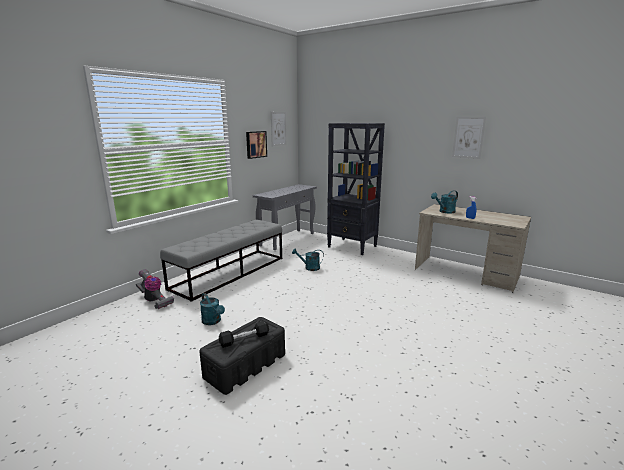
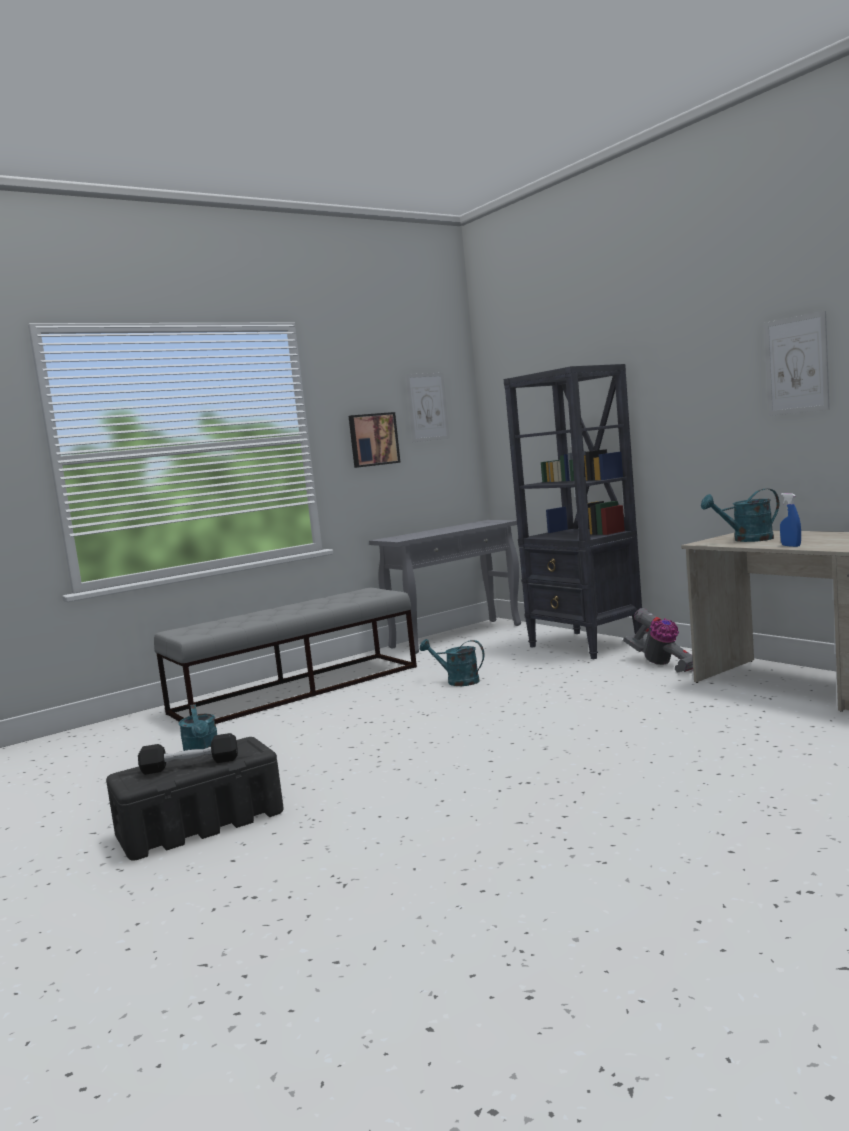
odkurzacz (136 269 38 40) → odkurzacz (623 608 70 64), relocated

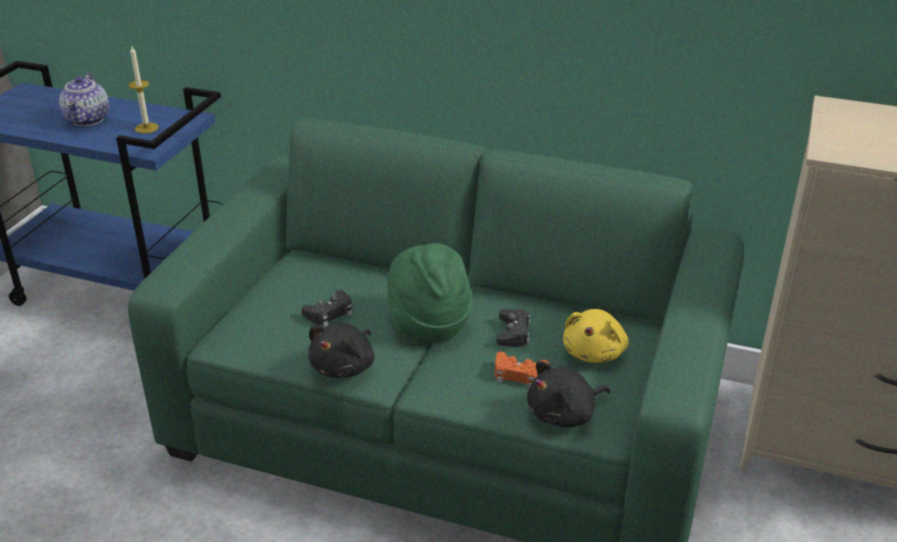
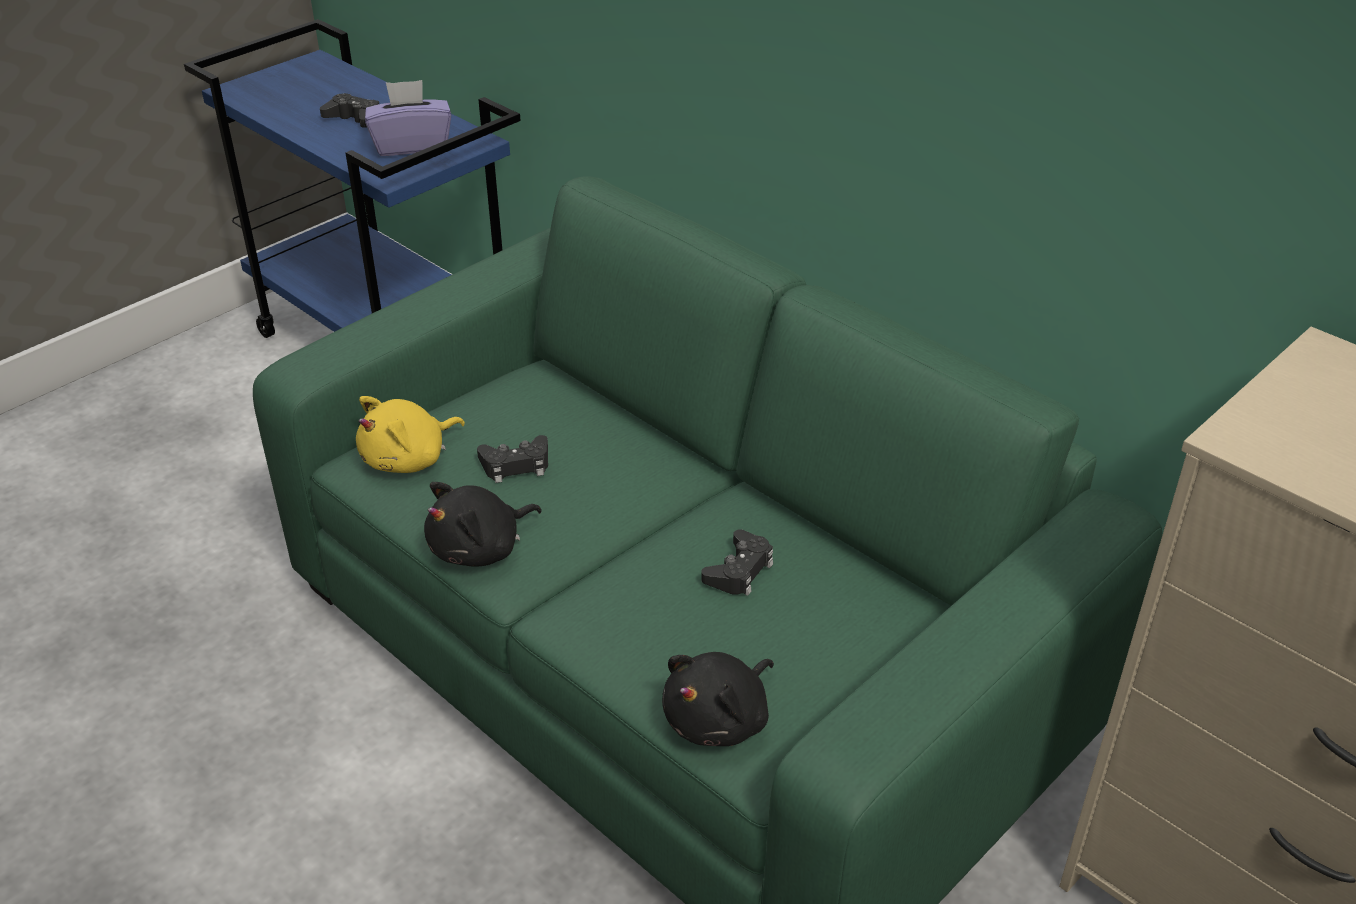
imbryk (59 73 50 53) → pad do gier (czarny) (320 93 59 35)
pluszak (żółty) (563 309 66 54) → pluszak (żółty) (356 396 109 77), relocated
świeca (128 46 31 87) → pudełko chusteczek (fioletowy) (365 80 86 76)
pluszak (czarny) (527 361 83 66) → pluszak (czarny) (662 652 112 94), 45 degrees counterclockwise
kapelusz (zielony) (387 243 85 100) → -
pad do gier (pomarańczowy) (495 352 54 36) → -

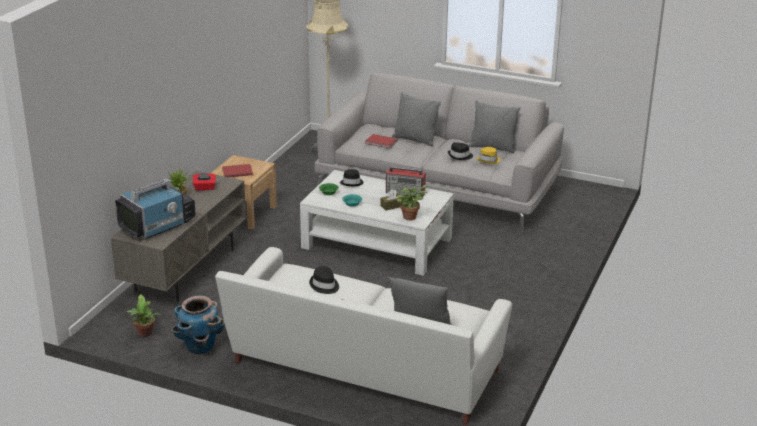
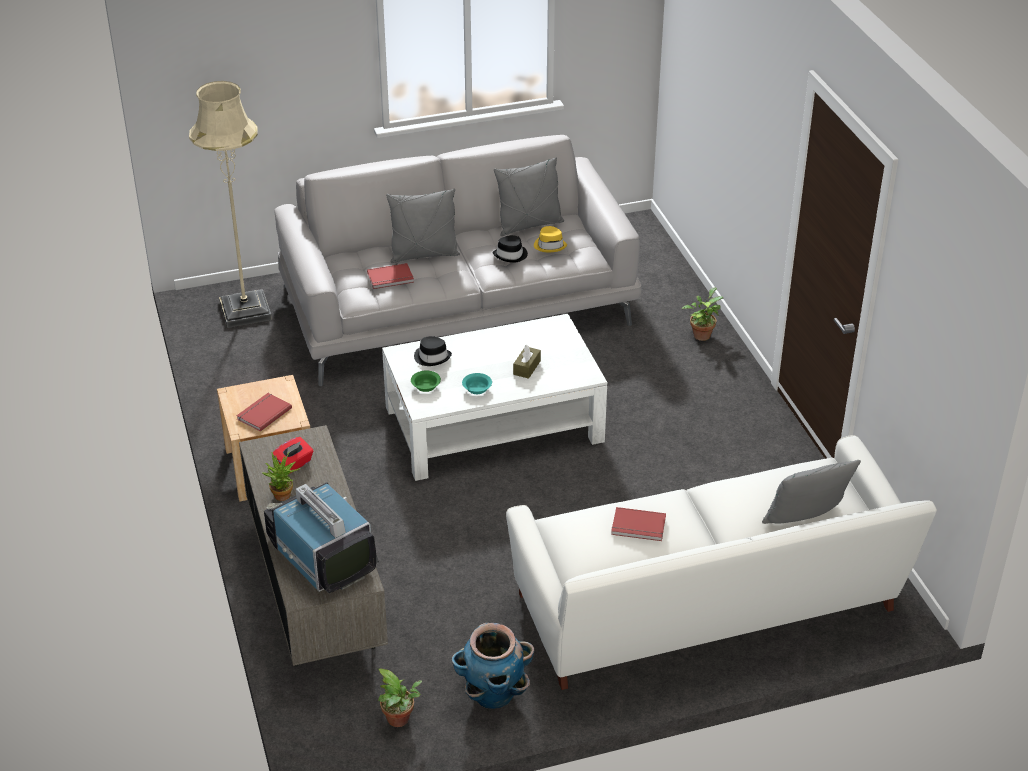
telewizor (115 178 81 61) → telewizor (264 482 112 111), 45 degrees counterclockwise
kapelusz (czarny) (309 266 30 28) → książka (czerwony) (611 507 55 34)
roślina doniczkowa (397 185 32 36) → roślina doniczkowa (682 288 41 53), relocated
radio (386 166 40 31) → -

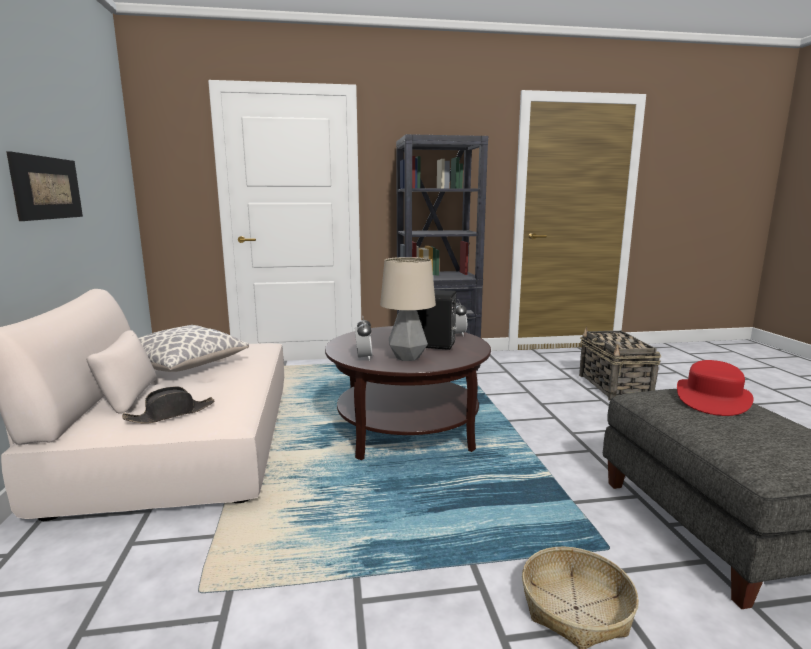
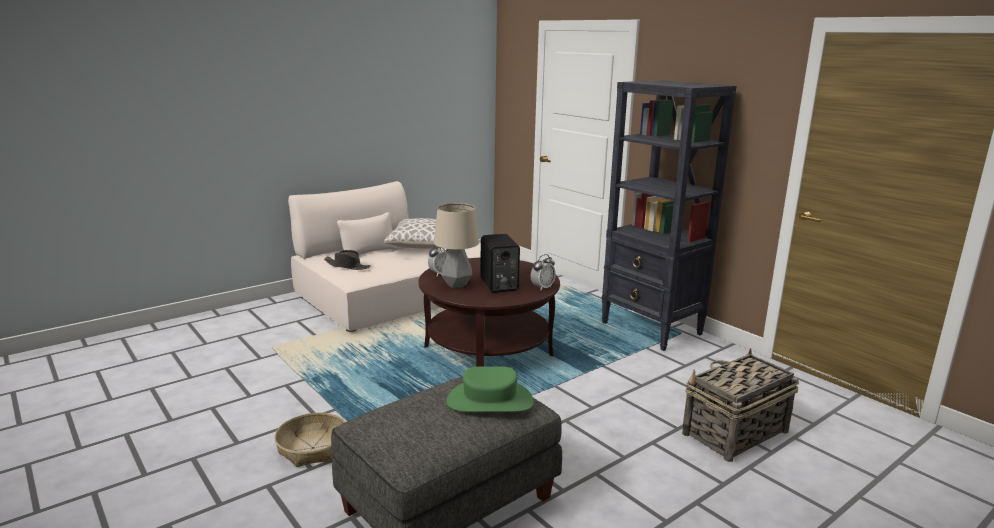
kapelusz (czerwony) (677 360 76 56) → kapelusz (zielony) (447 366 87 46)
obraz (6 151 77 70) → -

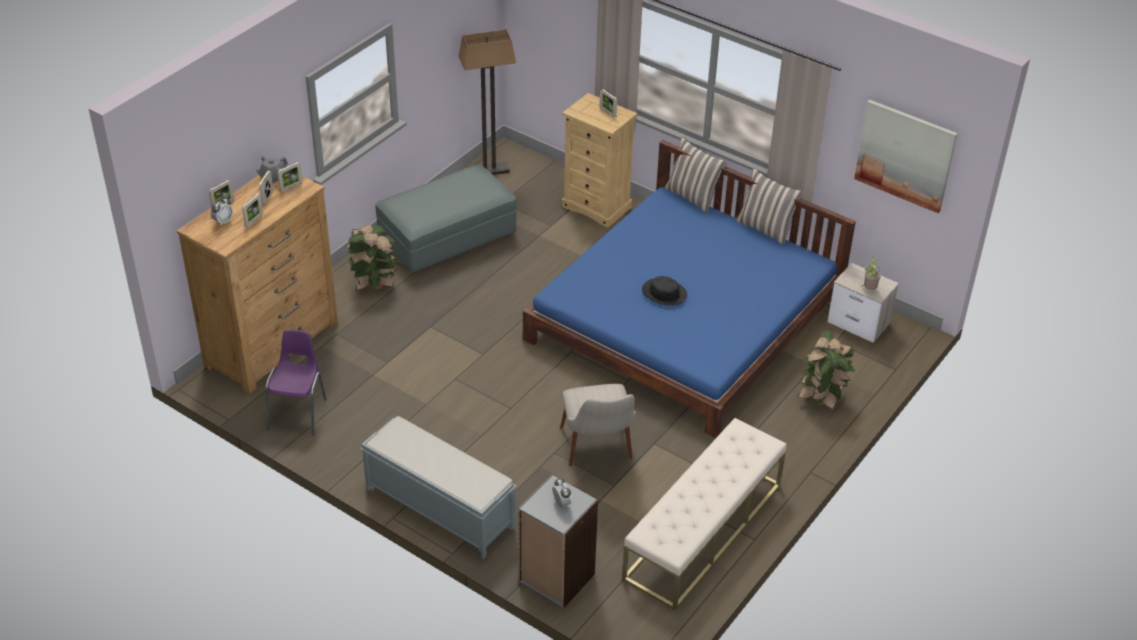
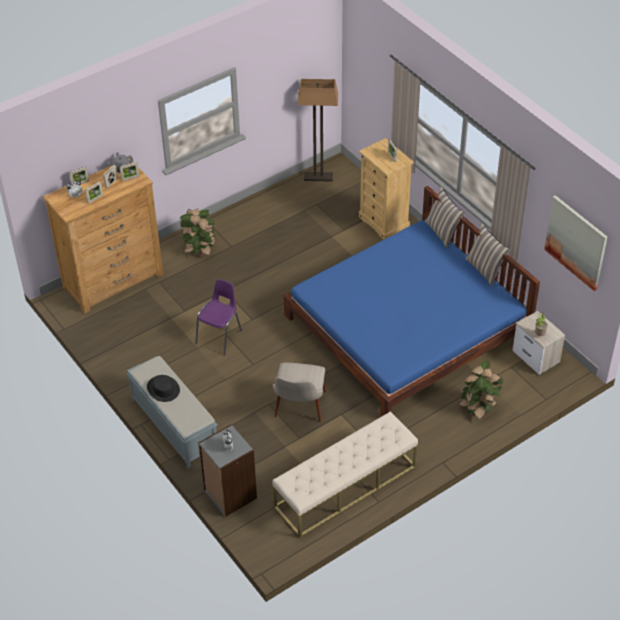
kapelusz (czarny) (642 276 45 30) → kapelusz (czarny) (147 375 33 27), relocated
krzesło (fioletowy) (265 330 62 106) → krzesło (fioletowy) (195 279 47 76), relocated
pufa (szary) (376 164 140 108) → -

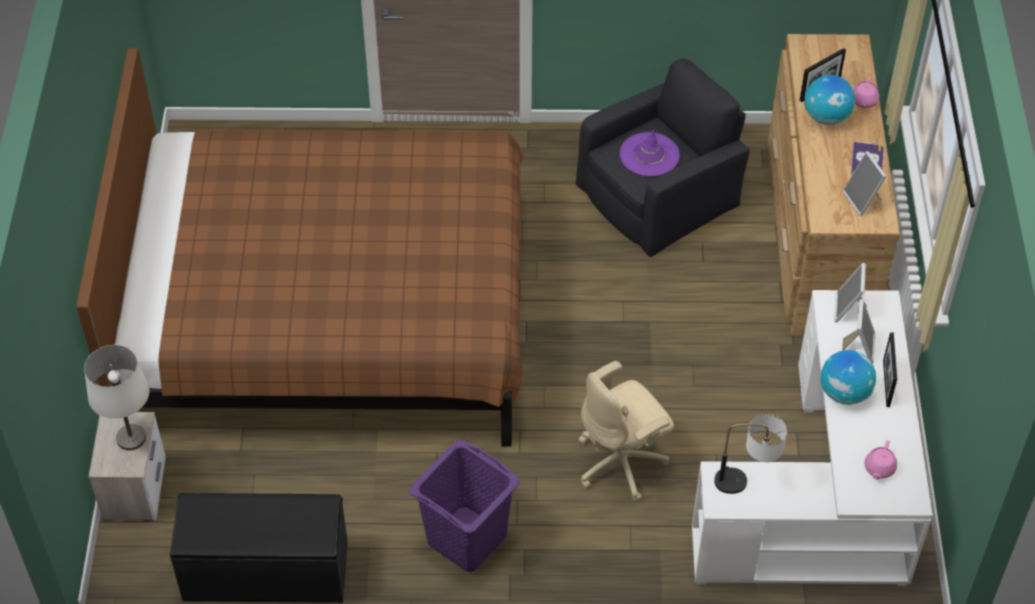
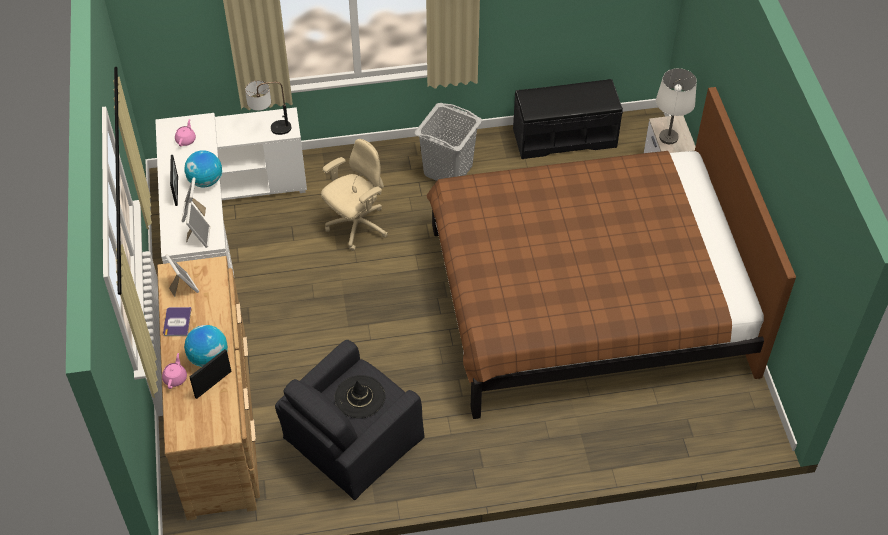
kapelusz (fioletowy) (620 129 60 48) → kapelusz (czarny) (335 375 51 43)
kosz na pranie (fioletowy) (409 440 111 132) → kosz na pranie (szary) (415 103 67 78)

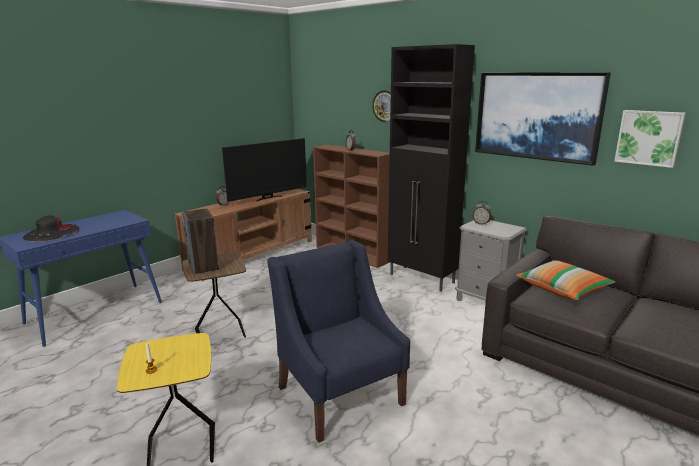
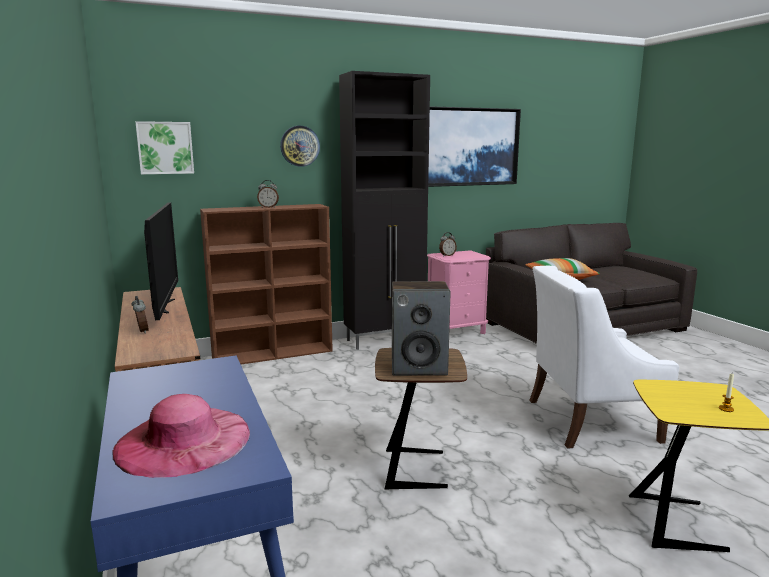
kapelusz (czarny) (23 215 56 27) → kapelusz (różowy) (112 394 138 84)
obraz (614 110 72 58) → obraz (135 121 59 53), relocated
szafka nocna (szary) (455 220 72 81) → szafka nocna (różowy) (427 250 64 84)
fotel (niebieski) (267 240 143 203) → fotel (biały) (529 266 150 183)

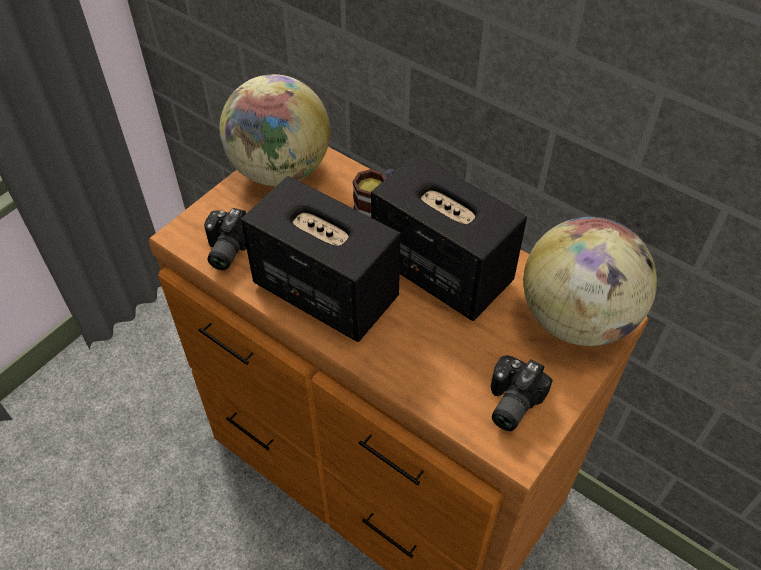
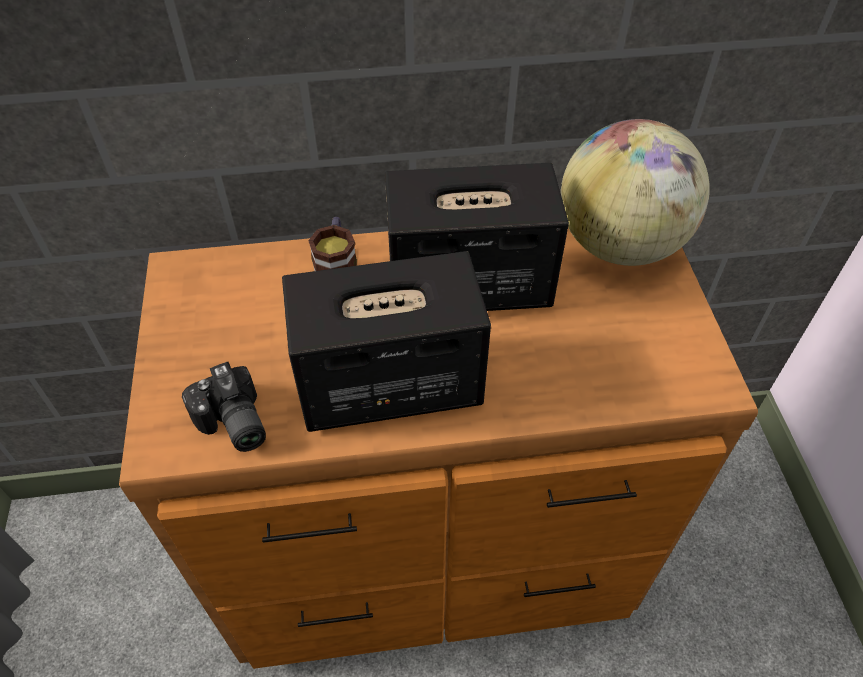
globus (219 74 111 112) → -
aparat fotograficzny (491 355 62 76) → -

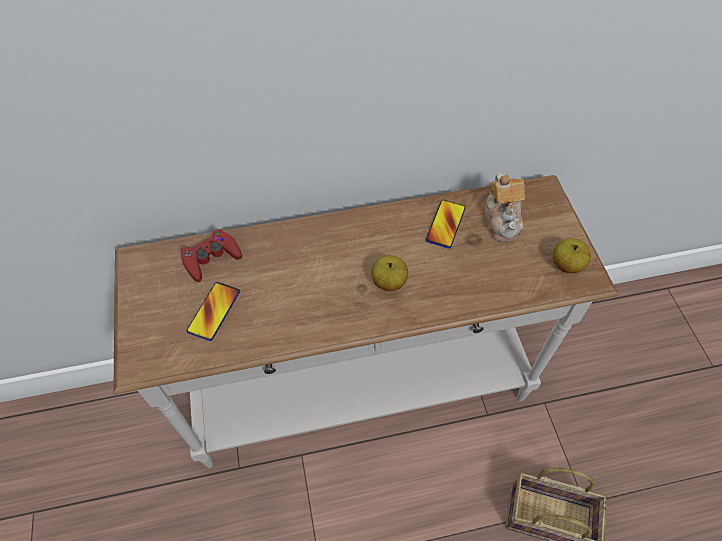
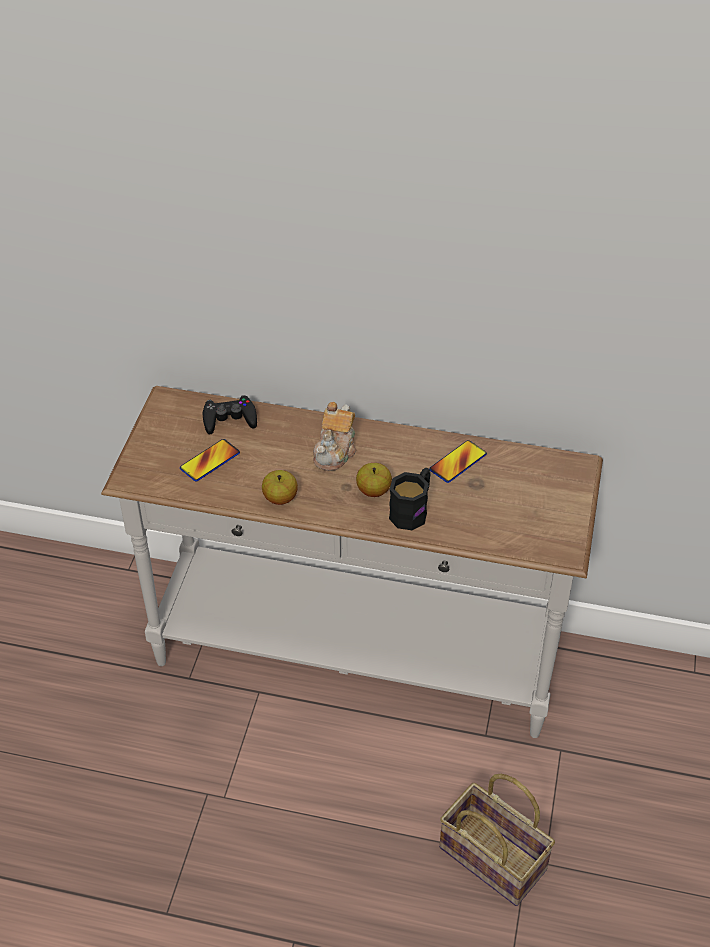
pad do gier (czerwony) (181 229 61 53) → pad do gier (czarny) (202 395 55 39)
jabłko (553 238 38 35) → jabłko (262 470 36 35), relocated
imbryk (485 173 40 69) → imbryk (313 402 44 69), relocated
- → kubek (czarny) (389 468 42 62)

